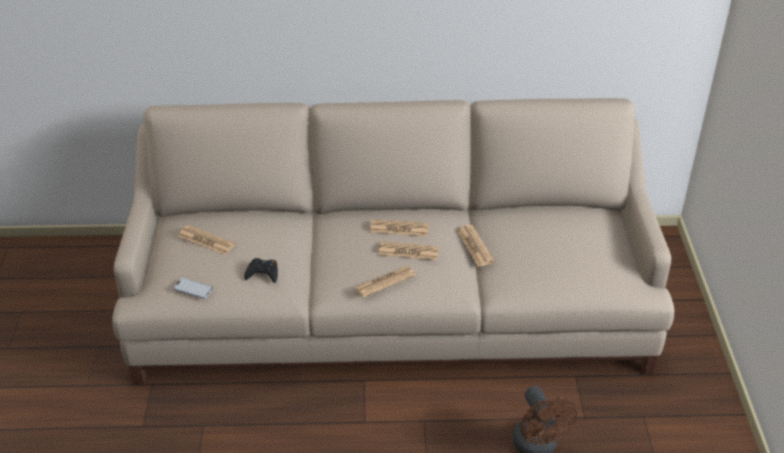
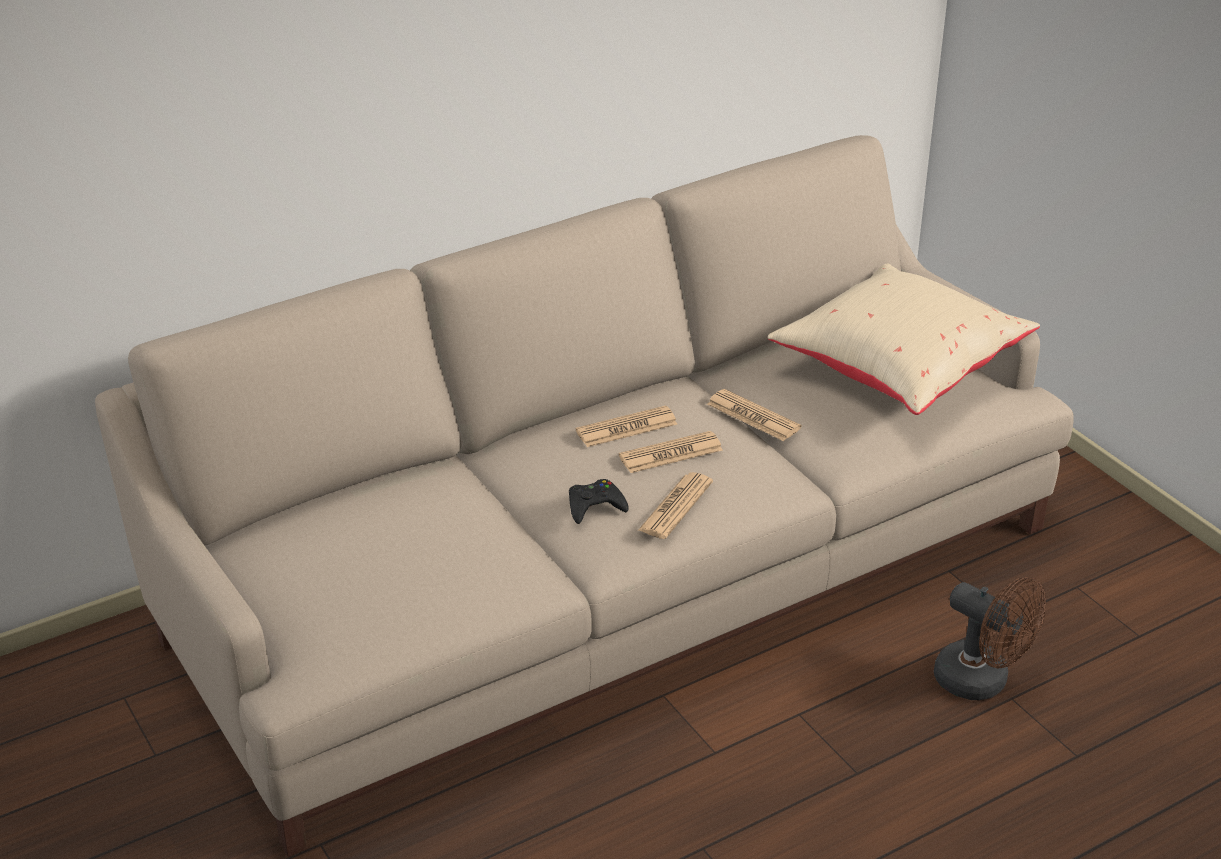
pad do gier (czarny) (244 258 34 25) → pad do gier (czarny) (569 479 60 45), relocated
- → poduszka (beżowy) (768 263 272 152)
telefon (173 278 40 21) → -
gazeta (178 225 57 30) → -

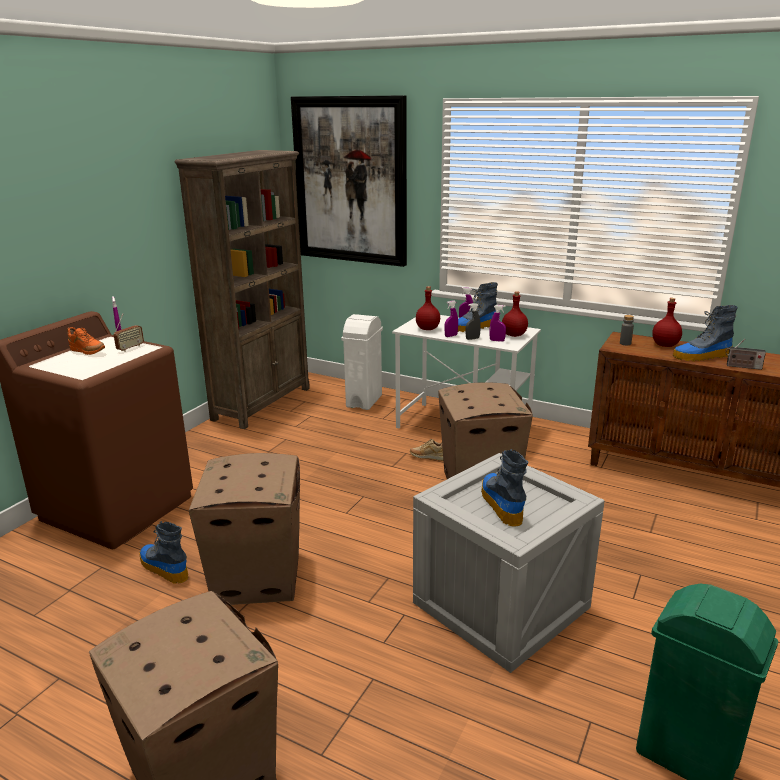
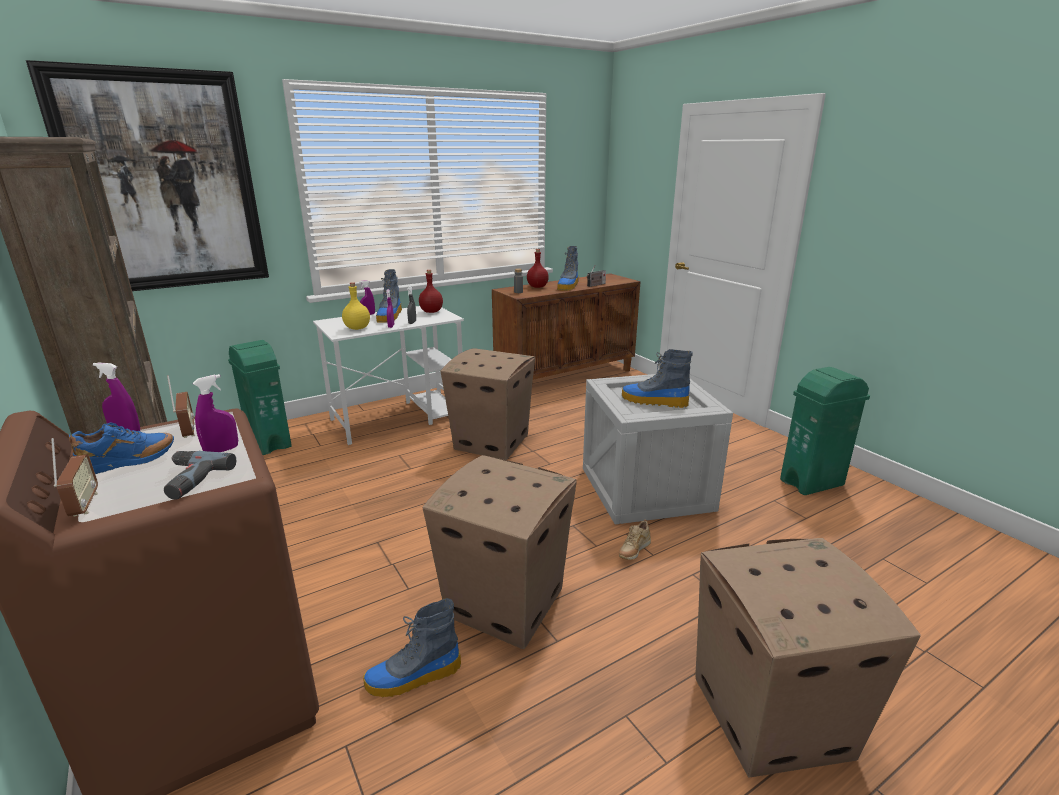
- → radio (51 438 47 78)
but (pomarańczowy) (67 327 38 28) → but (niebieski) (69 423 105 51)
- → wiertarka (164 451 72 49)
spryskiwacz (fioletowy) (489 305 17 37) → spryskiwacz (fioletowy) (193 374 45 78), relocated
kosz na śmieci (biały) (341 314 42 96) → kosz na śmieci (zielony) (228 340 64 115)
butelka (czerwony) (416 286 24 44) → butelka (żółty) (342 282 28 48)
but (beżowy) (410 439 33 22) → but (beżowy) (619 520 32 40), relocated

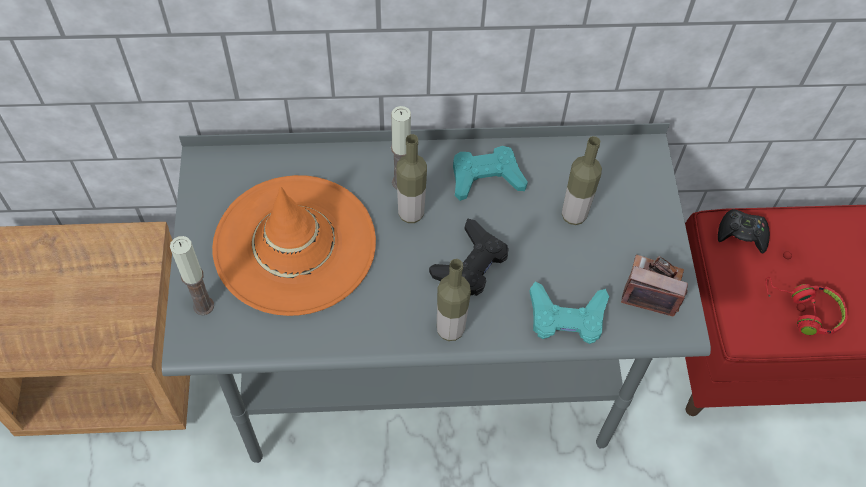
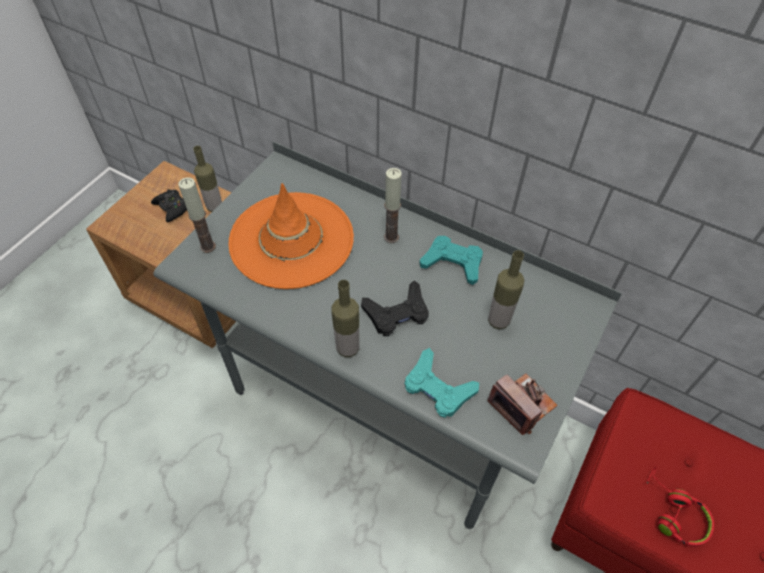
pad do gier (czarny) (718 209 52 45) → pad do gier (czarny) (151 189 36 33), relocated
butelka (396 134 31 89) → butelka (193 146 29 66), relocated

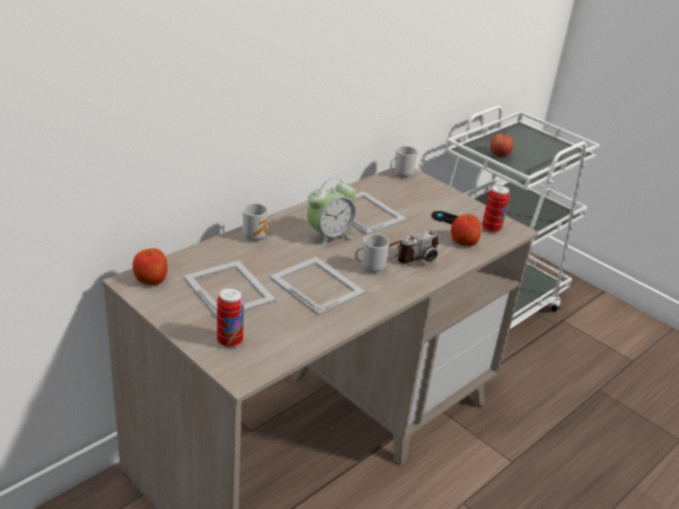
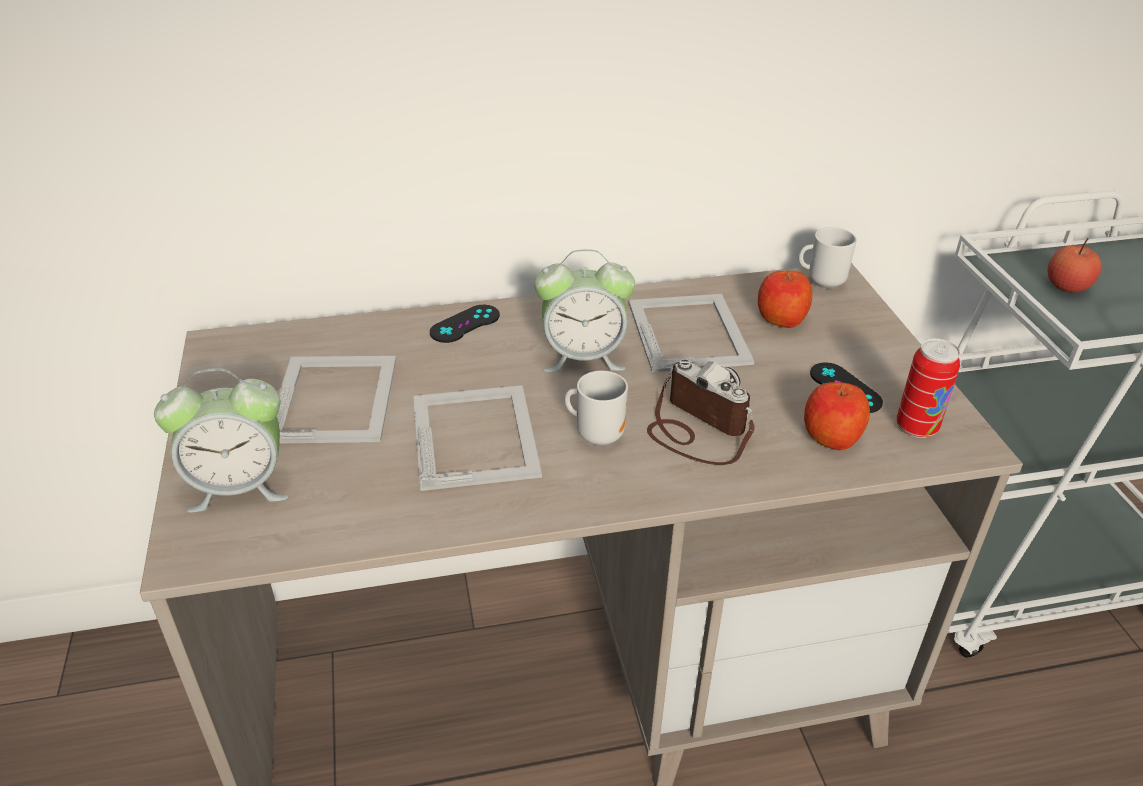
puszka (217 287 27 61) → budzik (154 368 134 144)
kubek (243 203 25 38) → pad do gier (czarny) (430 305 70 38)
aparat fotograficzny (387 230 52 34) → aparat fotograficzny (647 359 108 106), 135 degrees counterclockwise
jabłko (133 248 35 37) → jabłko (758 270 55 58), relocated

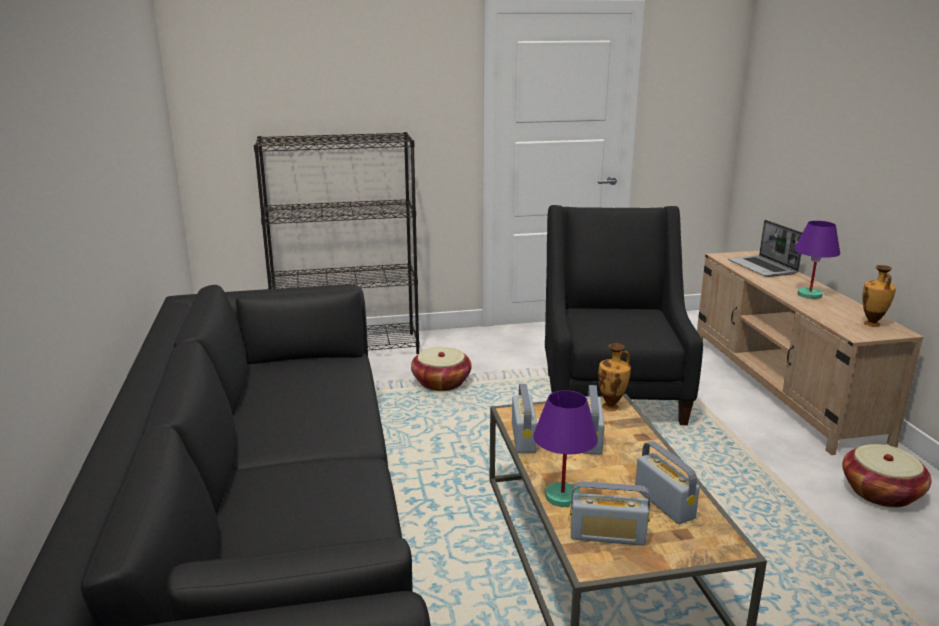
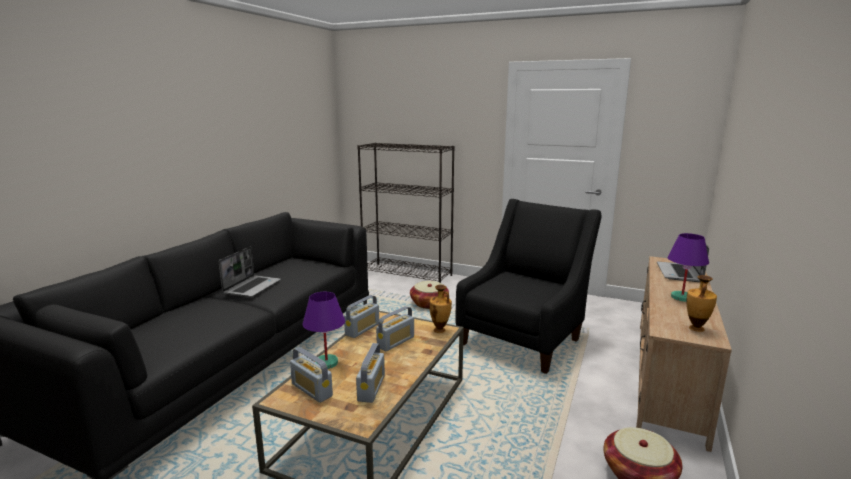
- → laptop (219 246 62 51)

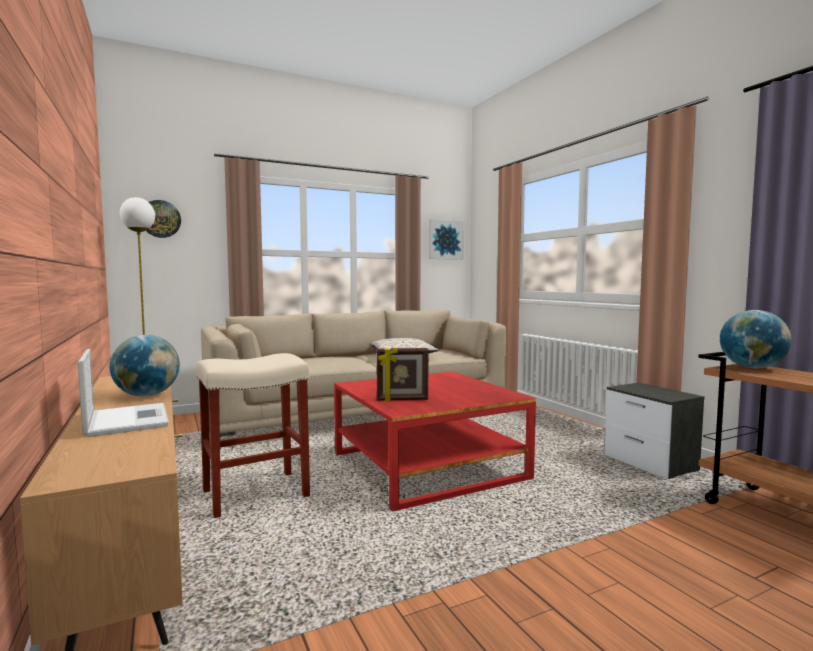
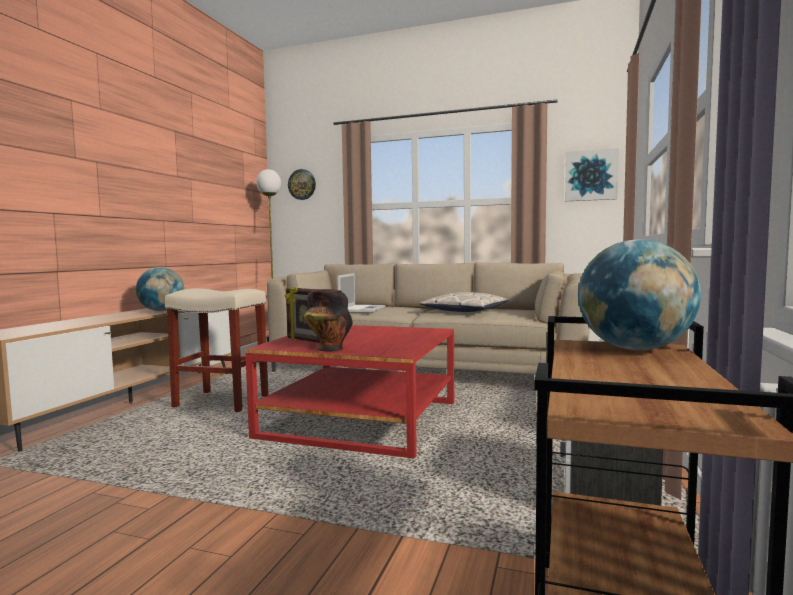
- → wazon (304 289 49 63)
laptop (78 349 91 88) → laptop (337 273 49 39), relocated

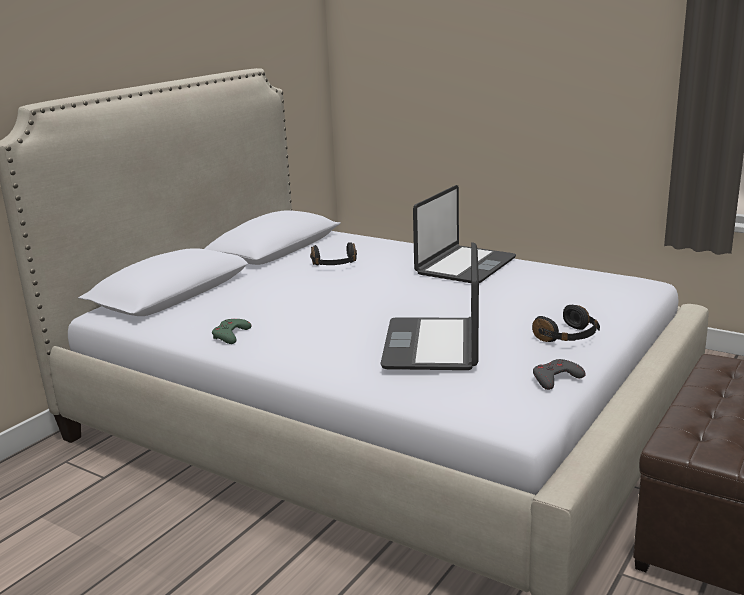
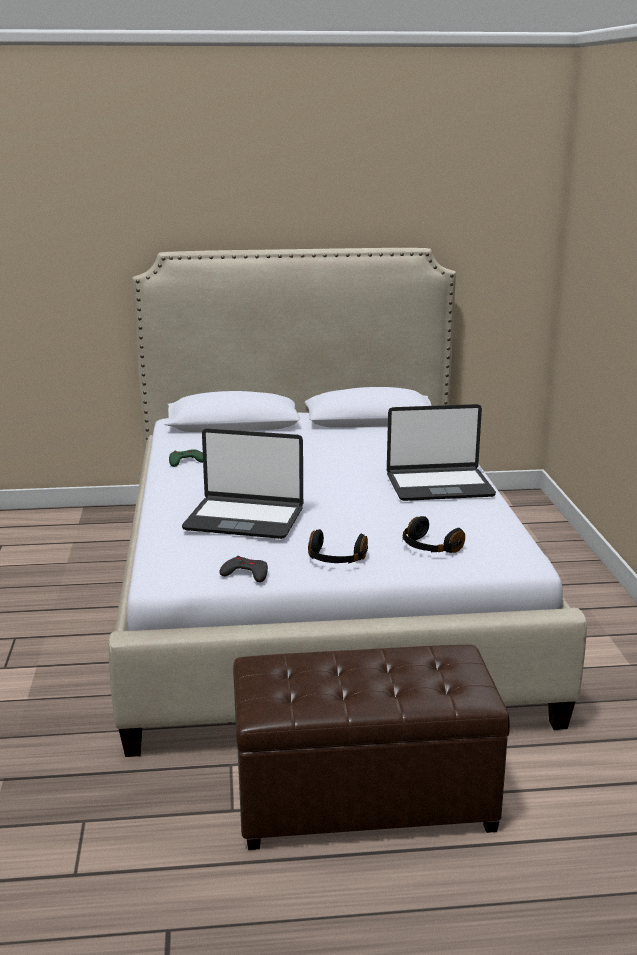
laptop (380 242 99 128) → laptop (182 428 121 111), 135 degrees counterclockwise
słuchawki (czarny) (310 242 47 23) → słuchawki (czarny) (403 516 62 37), relocated

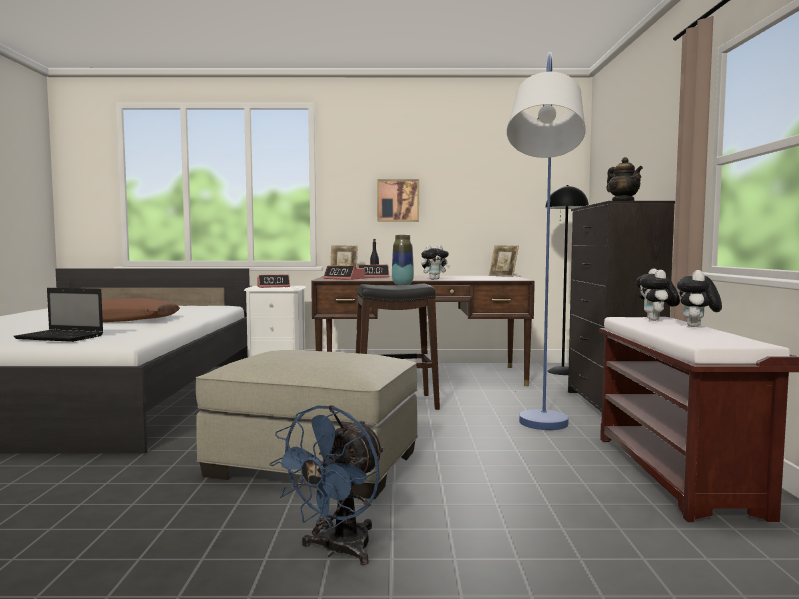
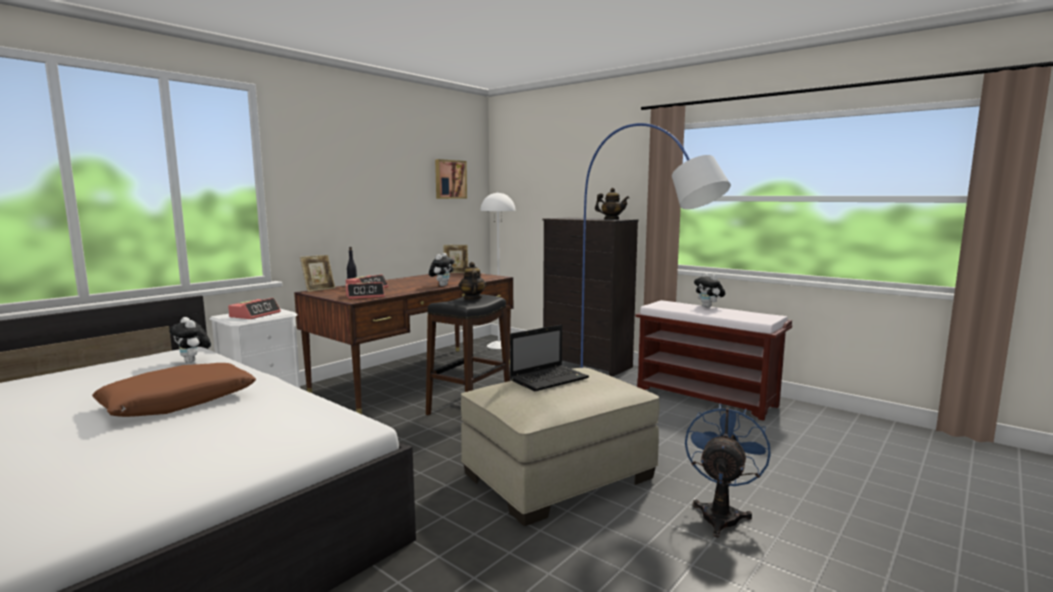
pluszak (636 268 44 53) → pluszak (169 317 42 46), relocated
obraz (377 179 42 43) → obraz (435 159 32 40), relocated
wazon (392 235 22 50) → imbryk (459 262 27 38)
lampa stojąca (czarny) (545 185 44 190) → lampa stojąca (biały) (480 192 35 157)
laptop (13 288 90 54) → laptop (510 325 79 66), relocated
wentylator (niebieski) (270 405 114 160) → wentylator (niebieski) (685 403 86 134), 135 degrees counterclockwise

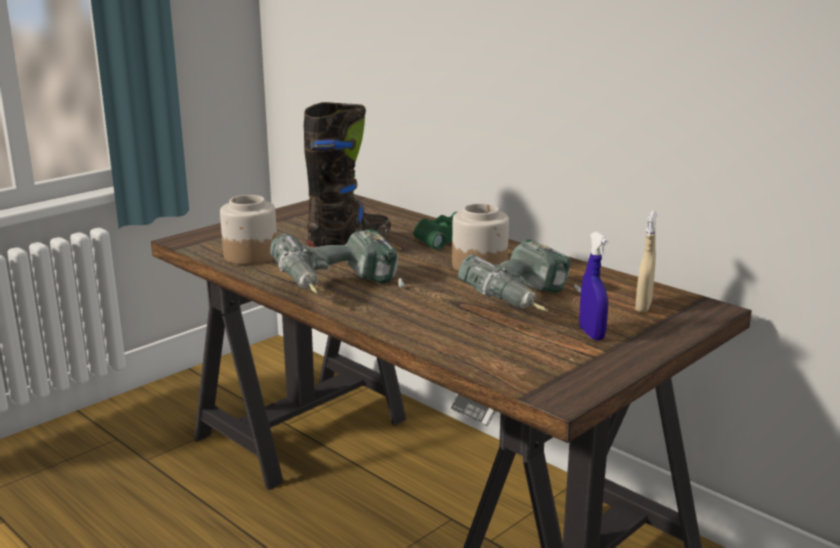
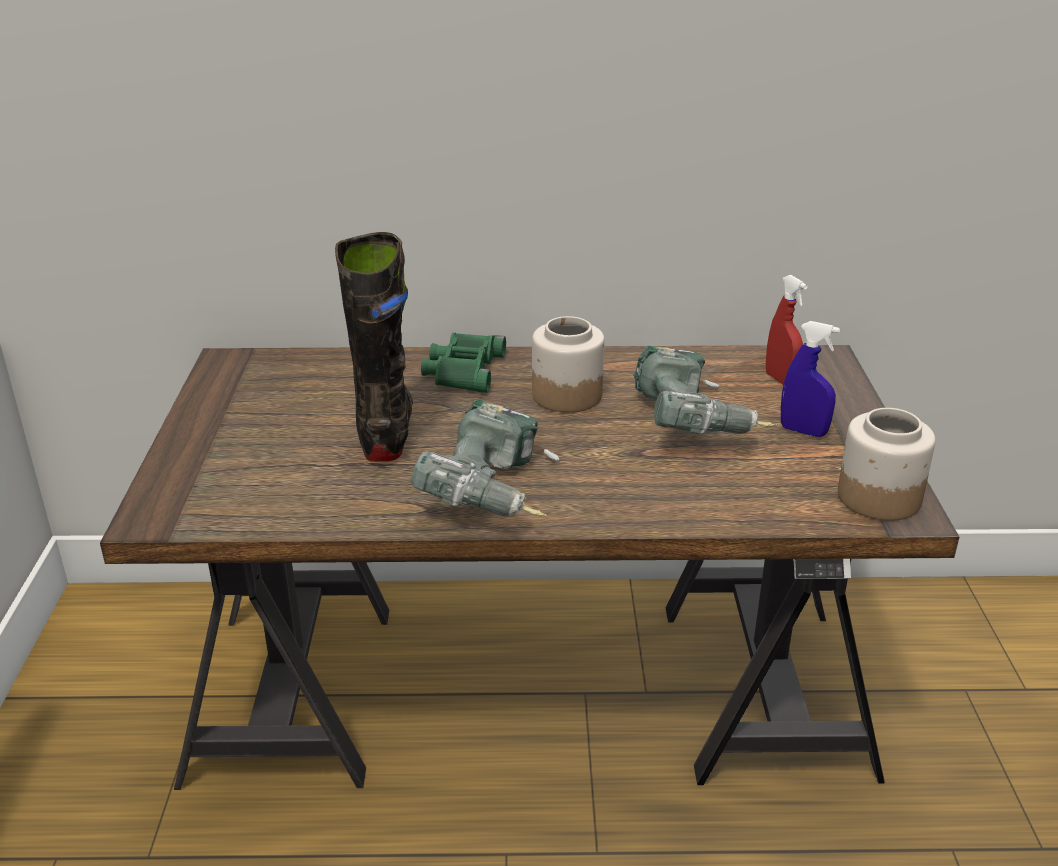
spryskiwacz (beżowy) (635 211 22 101) → spryskiwacz (czerwony) (766 275 42 110)
słoik (220 195 57 70) → słoik (838 408 98 113), relocated

